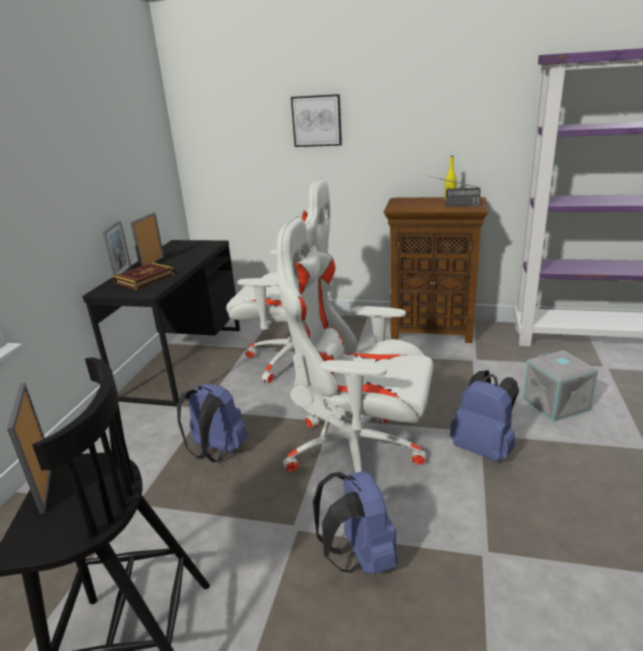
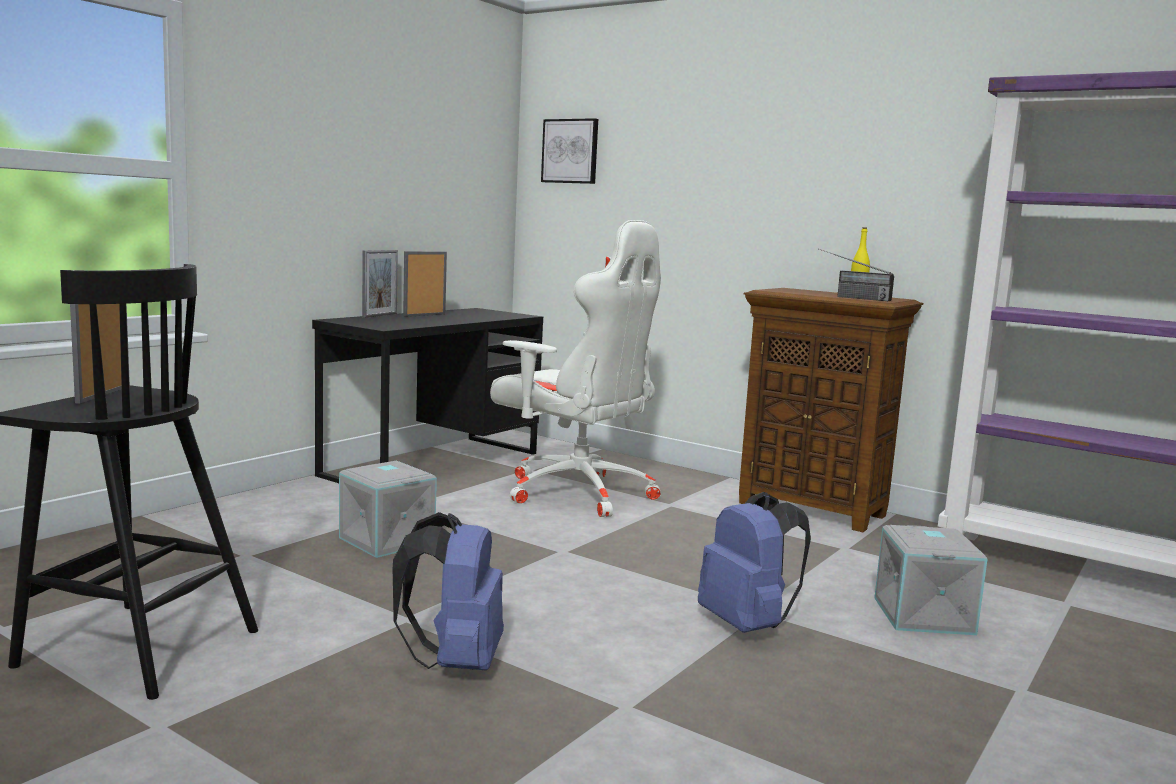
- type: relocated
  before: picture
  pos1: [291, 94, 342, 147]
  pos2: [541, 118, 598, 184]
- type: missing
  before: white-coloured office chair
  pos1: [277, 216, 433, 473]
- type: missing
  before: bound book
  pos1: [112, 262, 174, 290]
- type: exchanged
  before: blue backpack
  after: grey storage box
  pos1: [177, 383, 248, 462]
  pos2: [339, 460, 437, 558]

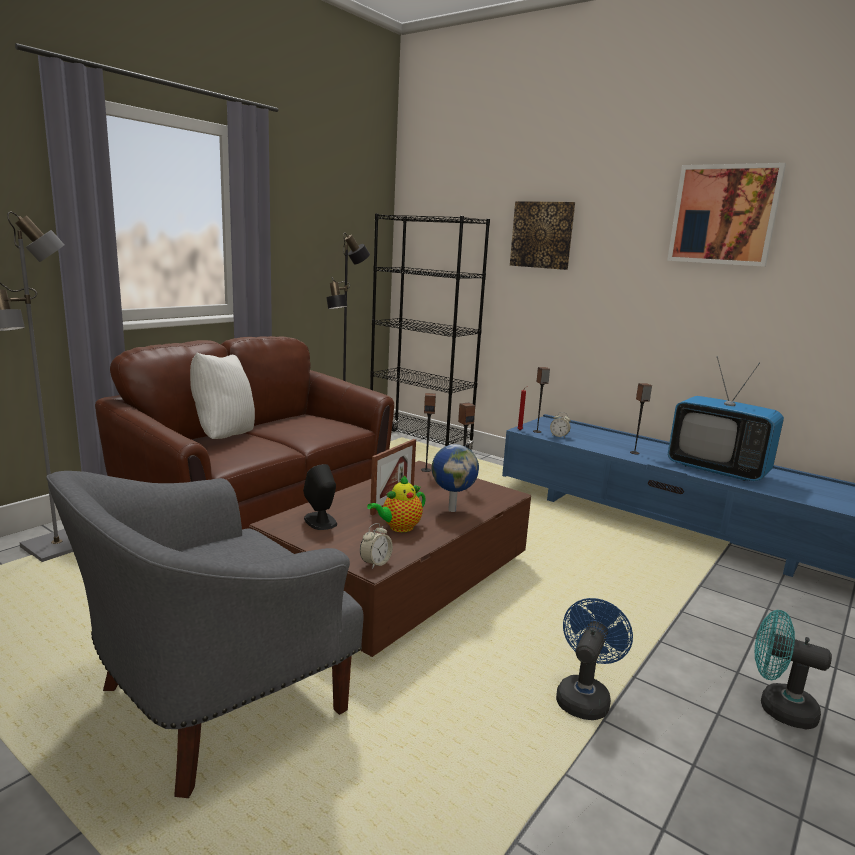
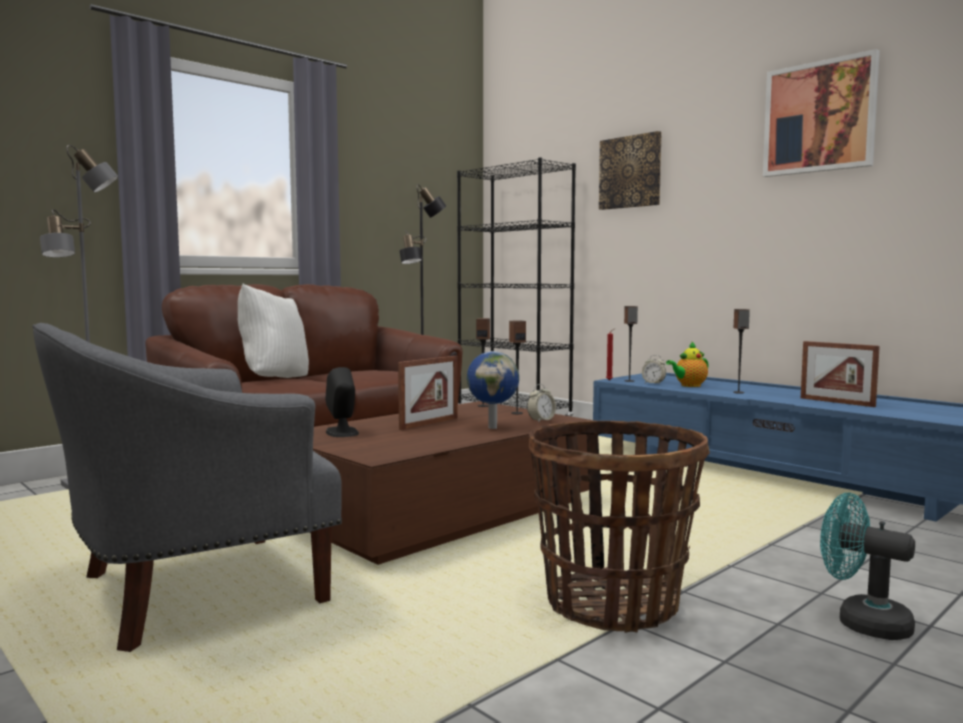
- type: exchanged
  before: TV
  after: photo frame
  pos1: [668, 356, 784, 481]
  pos2: [801, 341, 880, 407]
- type: relocated
  before: pot for tea
  pos1: [367, 475, 426, 532]
  pos2: [666, 342, 708, 387]
- type: relocated
  before: alarm clock
  pos1: [360, 523, 393, 569]
  pos2: [527, 384, 556, 423]
- type: exchanged
  before: blue electric fan
  after: basket
  pos1: [556, 598, 633, 720]
  pos2: [529, 421, 710, 633]

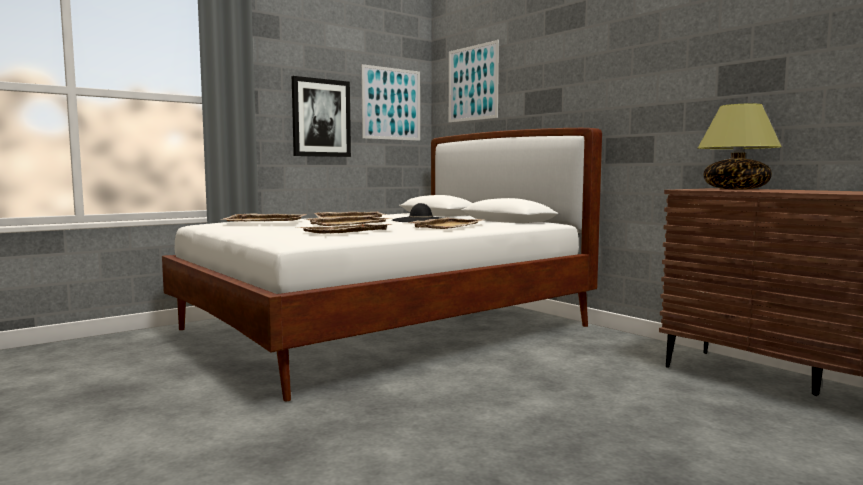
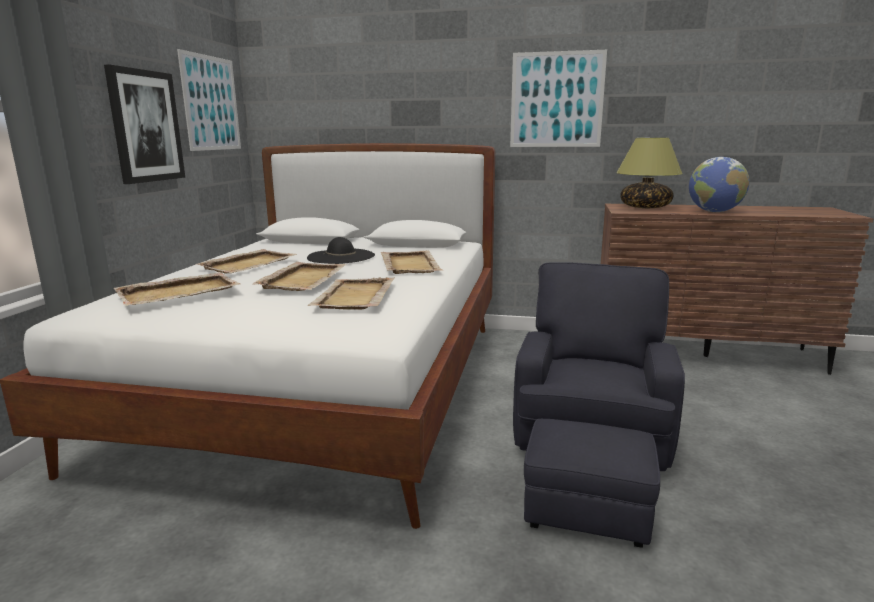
- type: relocated
  before: picture
  pos1: [449, 40, 499, 123]
  pos2: [510, 50, 607, 147]
- type: appeared
  after: desk globe
  pos2: [689, 157, 749, 212]
- type: appeared
  after: black lounge chair
  pos2: [513, 262, 685, 548]

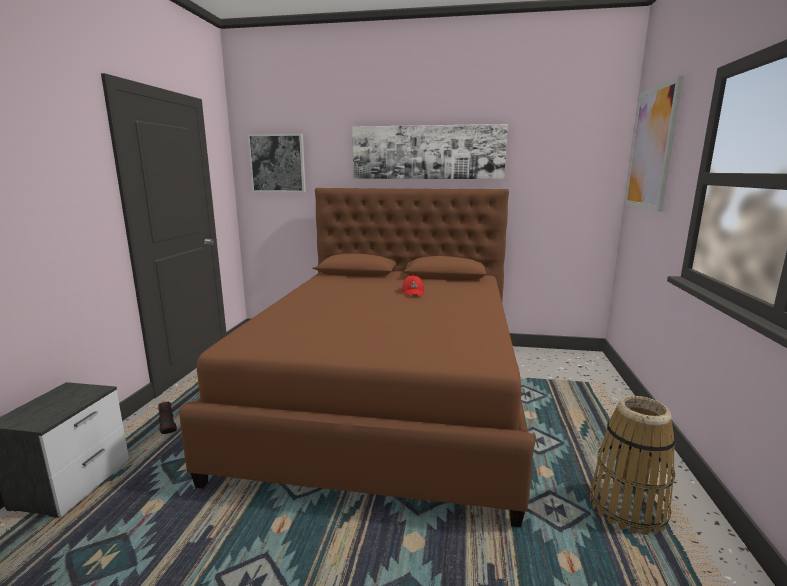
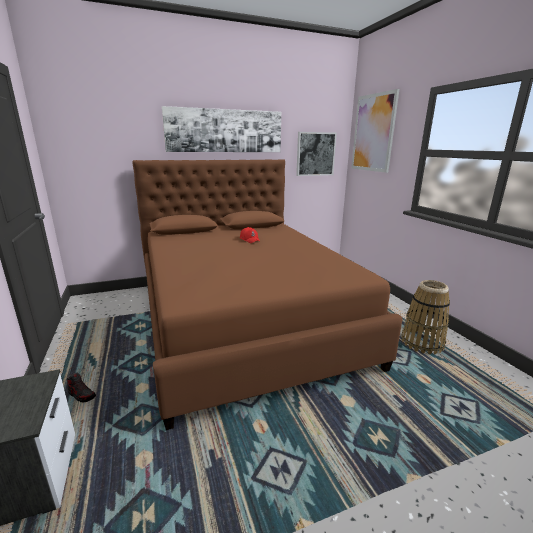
- type: relocated
  before: picture
  pos1: [247, 133, 306, 192]
  pos2: [296, 132, 337, 176]

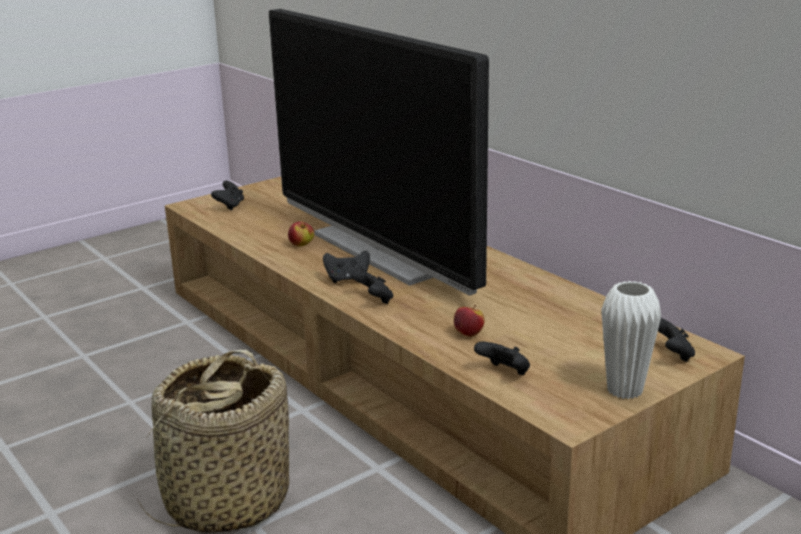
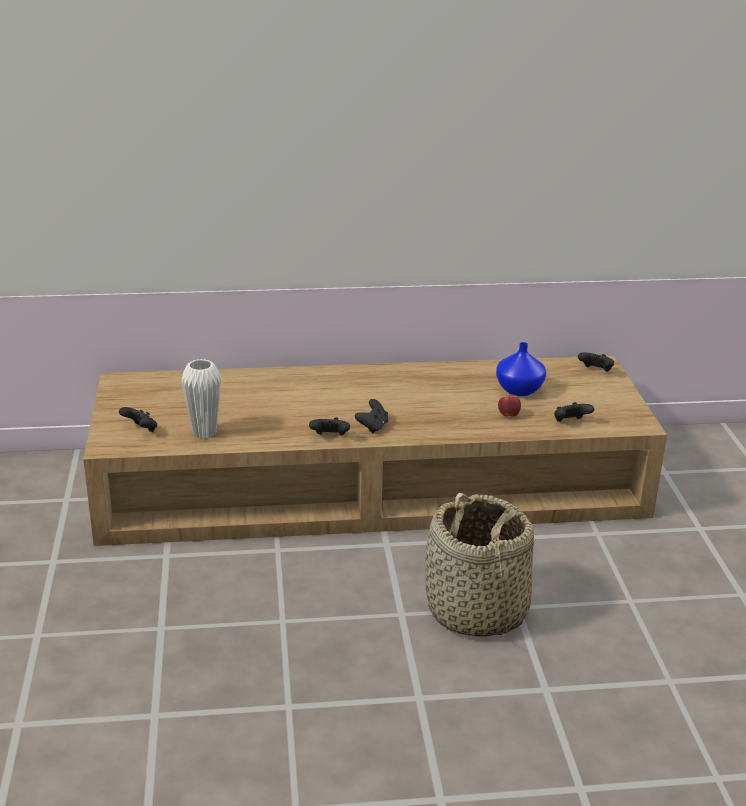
- type: missing
  before: TV
  pos1: [269, 9, 489, 295]
- type: missing
  before: whole apple
  pos1: [288, 221, 314, 247]
- type: relocated
  before: black joypad
  pos1: [351, 270, 393, 304]
  pos2: [309, 417, 350, 436]
- type: relocated
  before: white-coloured flower vase
  pos1: [601, 281, 661, 399]
  pos2: [181, 359, 221, 439]
- type: appeared
  after: blue flower vase
  pos2: [496, 342, 546, 396]

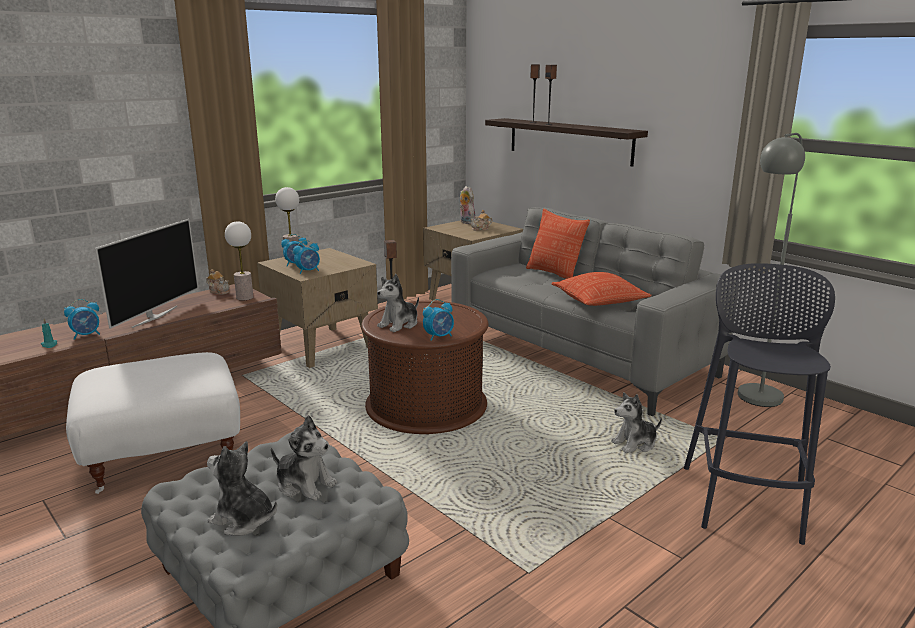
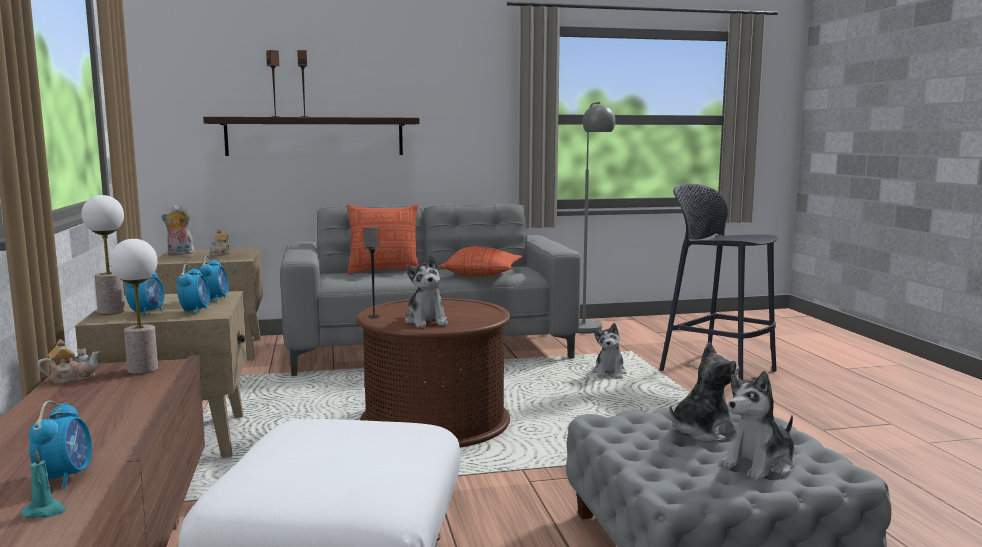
- type: missing
  before: TV
  pos1: [95, 219, 199, 329]
- type: relocated
  before: alarm clock
  pos1: [423, 299, 454, 341]
  pos2: [199, 255, 229, 303]

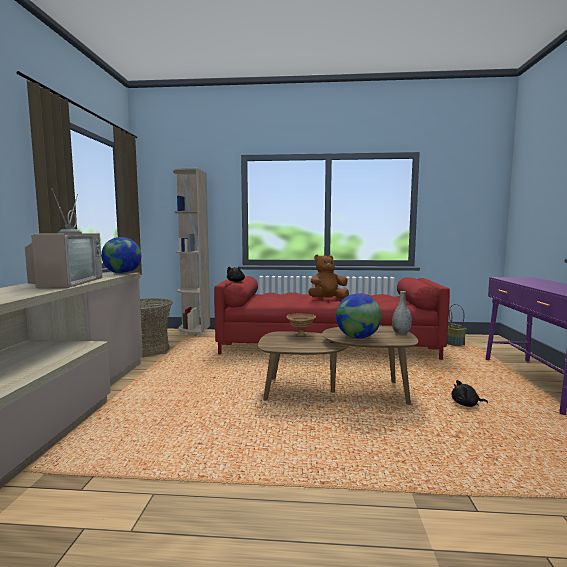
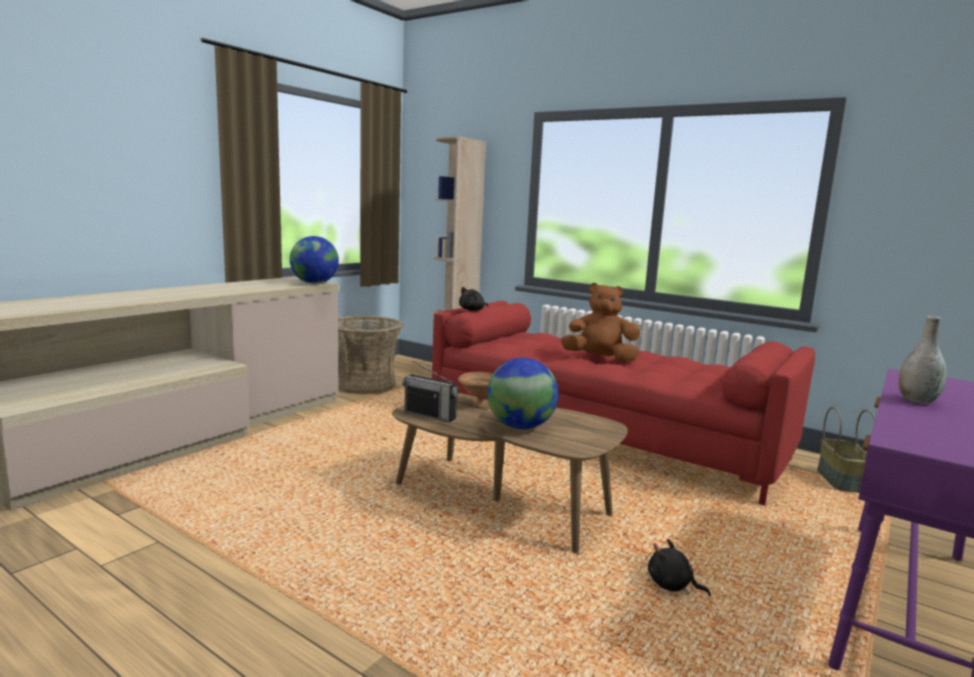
- type: missing
  before: TV
  pos1: [25, 188, 102, 288]
- type: relocated
  before: grey flower vase
  pos1: [392, 291, 412, 334]
  pos2: [898, 316, 946, 404]
- type: appeared
  after: radio receiver
  pos2: [402, 361, 459, 422]

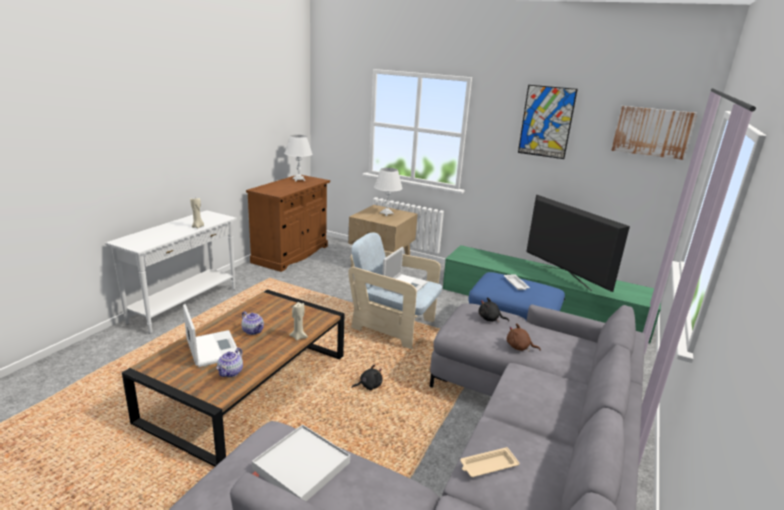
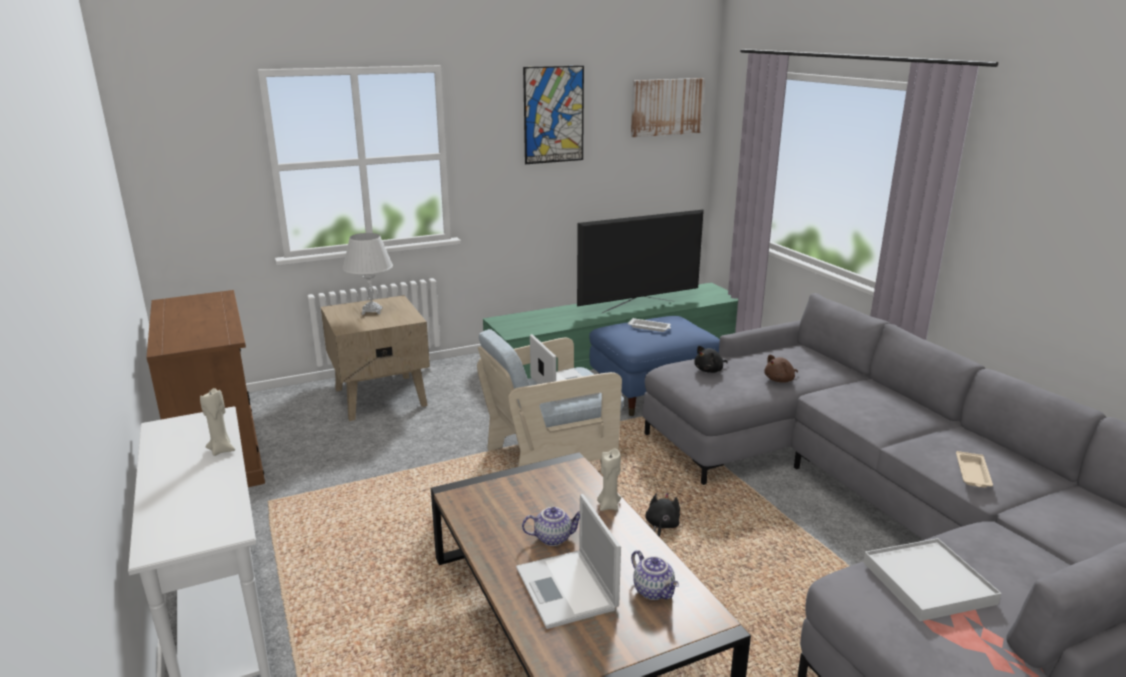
- type: missing
  before: white-coloured table lamp
  pos1: [284, 135, 312, 182]
- type: spun
  before: TV
  pos1: [526, 194, 630, 292]
  pos2: [577, 209, 704, 313]
  turn: 150
- type: spun
  before: laptop
  pos1: [183, 304, 240, 367]
  pos2: [516, 494, 621, 629]
  turn: -120

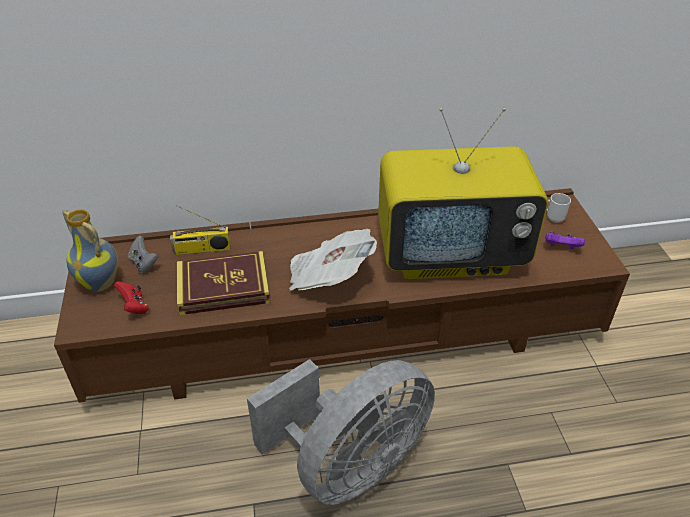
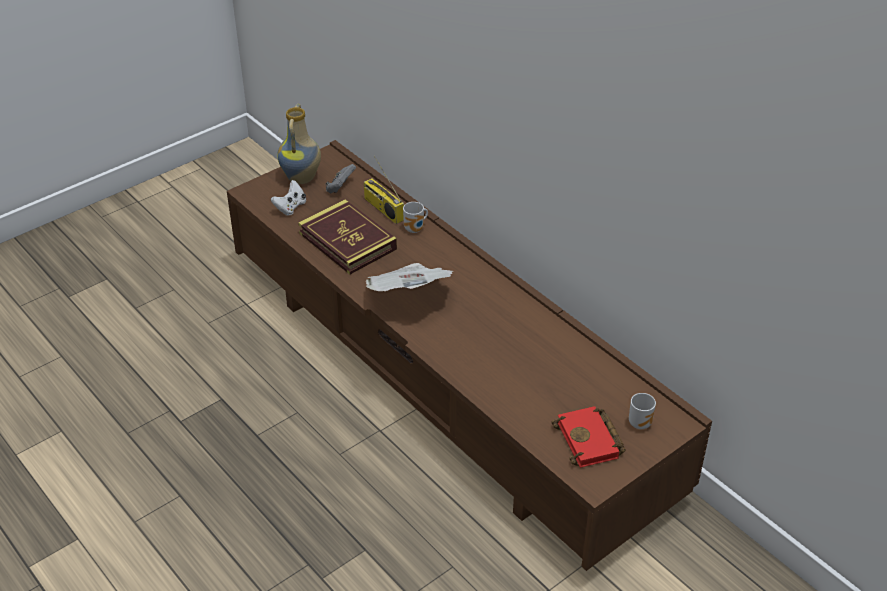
- type: missing
  before: TV
  pos1: [378, 108, 548, 279]
- type: exchanged
  before: purplish joypad
  after: reddish bound book
  pos1: [545, 231, 586, 249]
  pos2: [551, 406, 626, 468]
- type: colour
  before: reddish joypad
  after: white-coloured joypad
  pos1: [114, 281, 149, 314]
  pos2: [271, 180, 306, 216]
- type: missing
  before: grey electric fan
  pos1: [247, 359, 435, 505]
- type: appeared
  after: tea mug
  pos2: [403, 202, 428, 233]

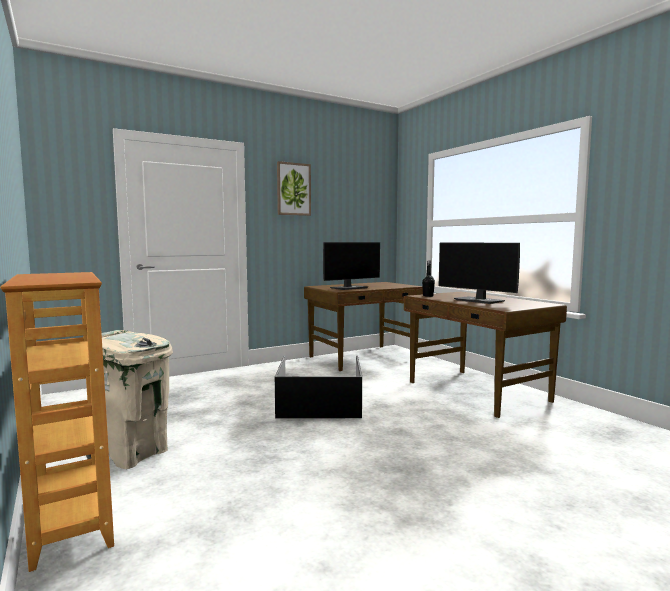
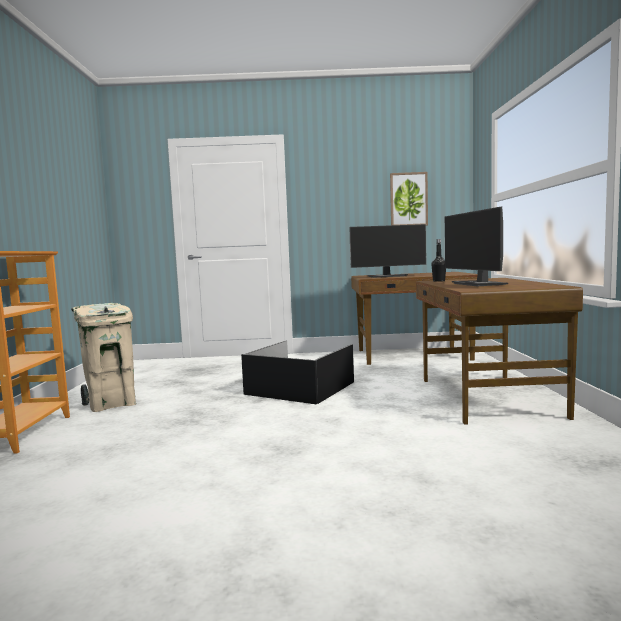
- type: relocated
  before: picture
  pos1: [277, 161, 311, 216]
  pos2: [390, 172, 428, 226]

